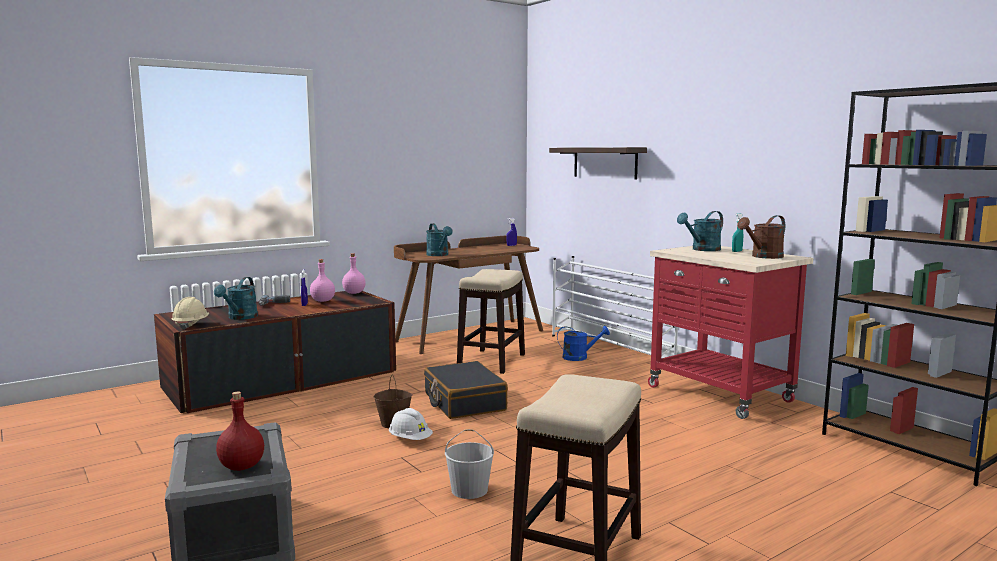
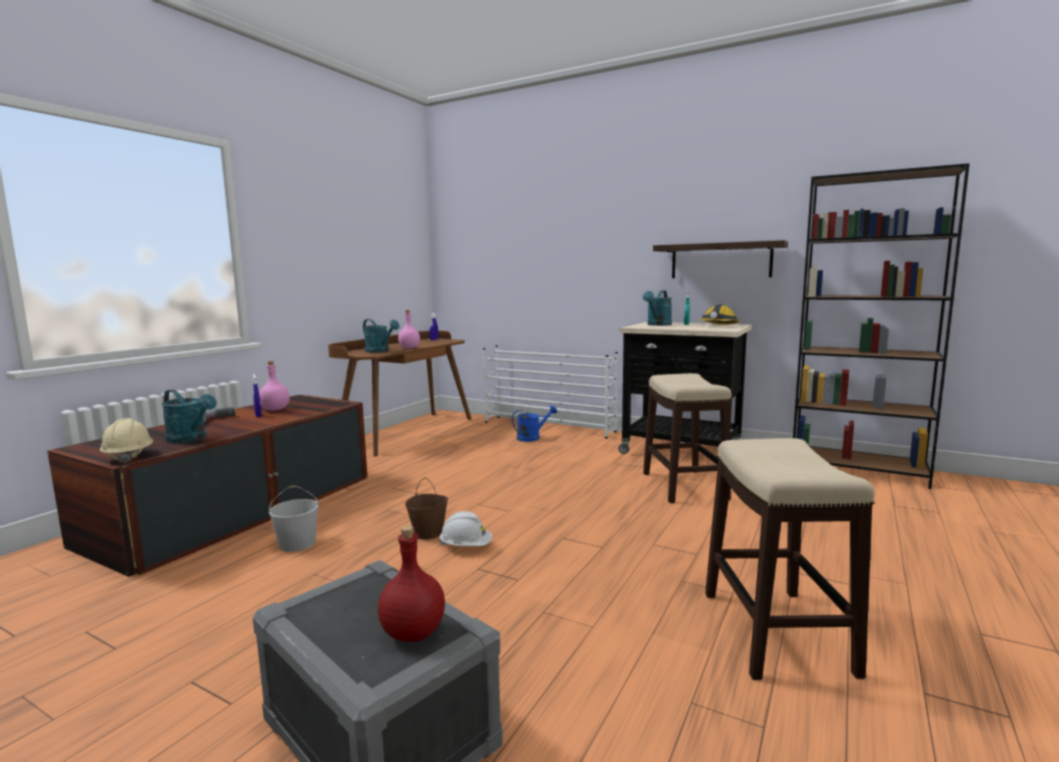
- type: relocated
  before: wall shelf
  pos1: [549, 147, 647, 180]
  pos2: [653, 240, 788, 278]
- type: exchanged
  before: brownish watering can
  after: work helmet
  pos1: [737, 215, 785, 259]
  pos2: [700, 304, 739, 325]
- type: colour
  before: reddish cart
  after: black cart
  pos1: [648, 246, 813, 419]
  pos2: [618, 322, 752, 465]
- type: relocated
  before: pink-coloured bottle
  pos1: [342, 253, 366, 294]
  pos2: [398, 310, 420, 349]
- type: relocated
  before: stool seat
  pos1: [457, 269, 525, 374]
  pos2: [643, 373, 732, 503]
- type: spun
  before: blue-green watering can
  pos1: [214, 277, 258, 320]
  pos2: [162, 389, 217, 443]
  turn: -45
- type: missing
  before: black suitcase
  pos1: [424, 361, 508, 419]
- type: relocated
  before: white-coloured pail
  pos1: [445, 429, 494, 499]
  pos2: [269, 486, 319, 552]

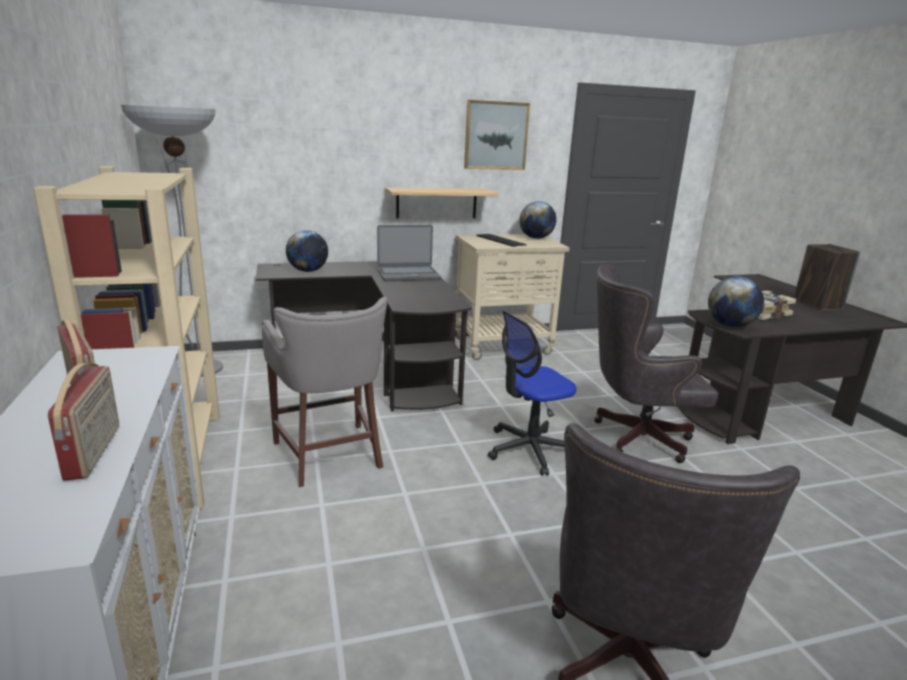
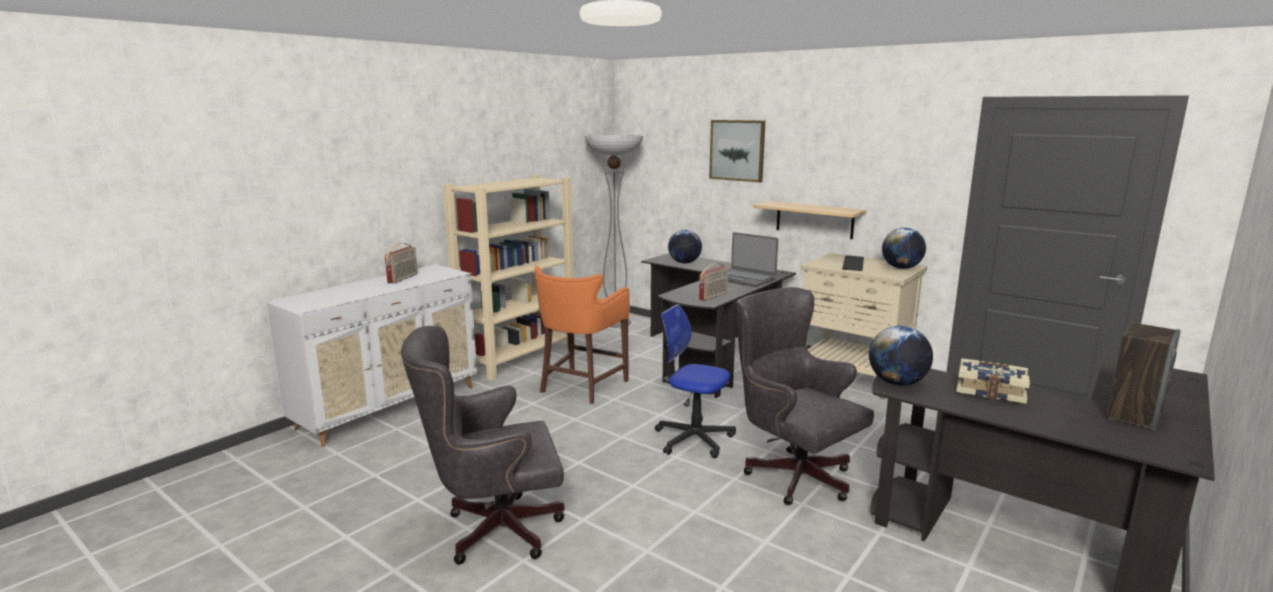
- type: relocated
  before: picture
  pos1: [464, 100, 530, 170]
  pos2: [709, 120, 765, 182]
- type: colour
  before: grey stool seat
  after: orangey stool seat
  pos1: [262, 297, 387, 487]
  pos2: [535, 266, 630, 404]
- type: relocated
  before: radio receiver
  pos1: [48, 363, 119, 480]
  pos2: [699, 263, 728, 301]

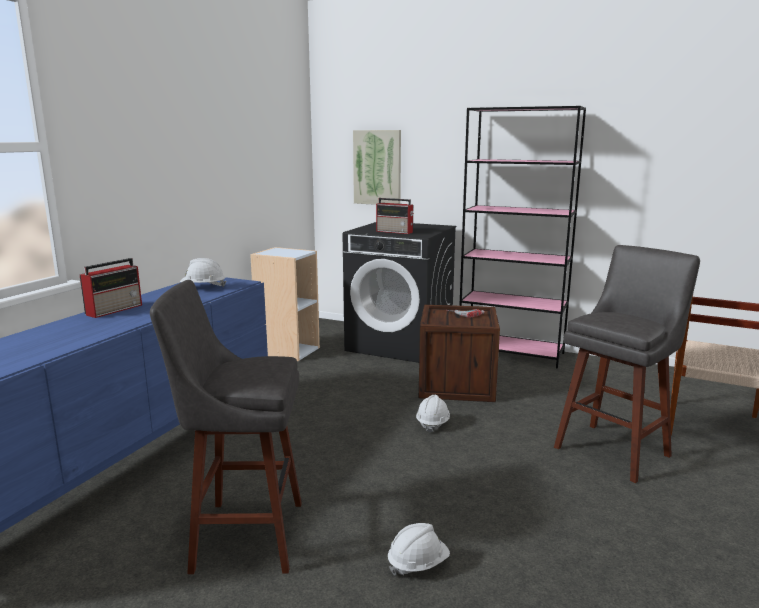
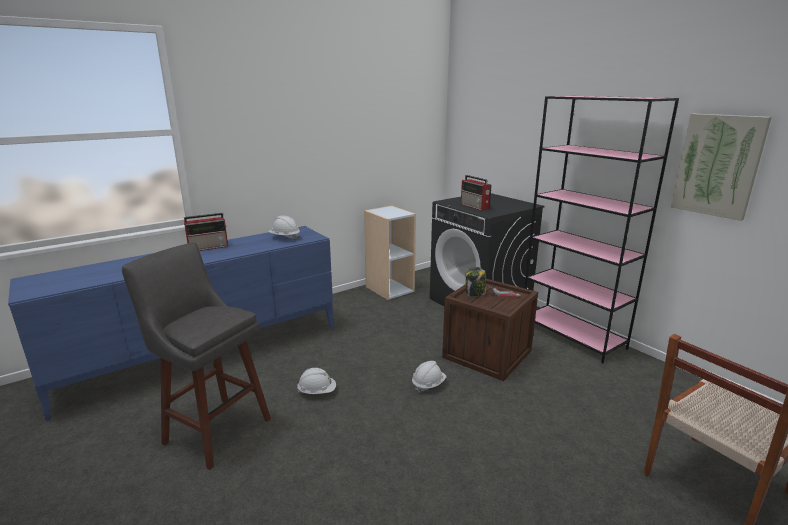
- type: relocated
  before: picture
  pos1: [353, 130, 401, 205]
  pos2: [671, 114, 772, 221]
- type: missing
  before: grey stool seat
  pos1: [554, 245, 700, 483]
- type: relocated
  before: white-coloured work helmet
  pos1: [388, 523, 450, 576]
  pos2: [297, 368, 336, 394]
- type: appeared
  after: preserve jar
  pos2: [466, 267, 486, 297]

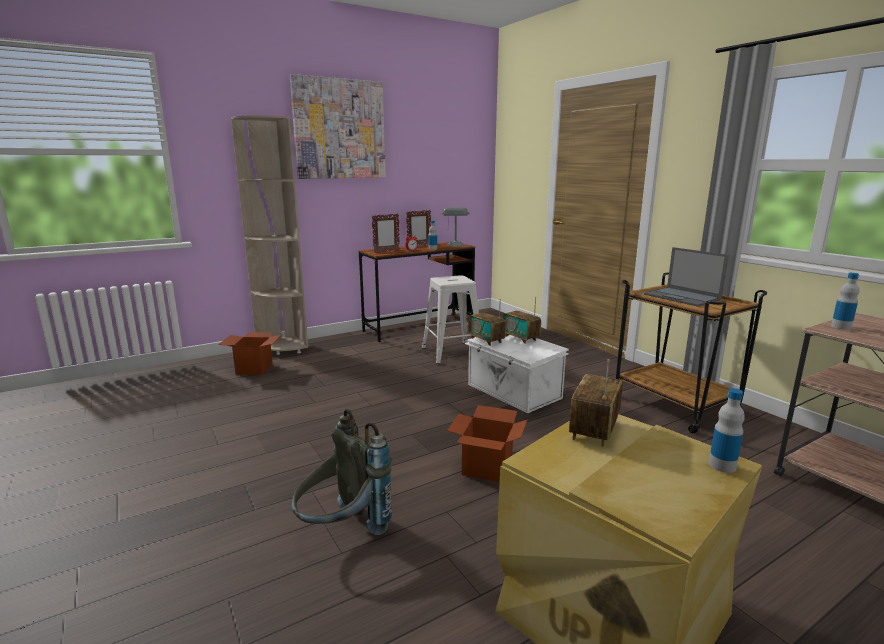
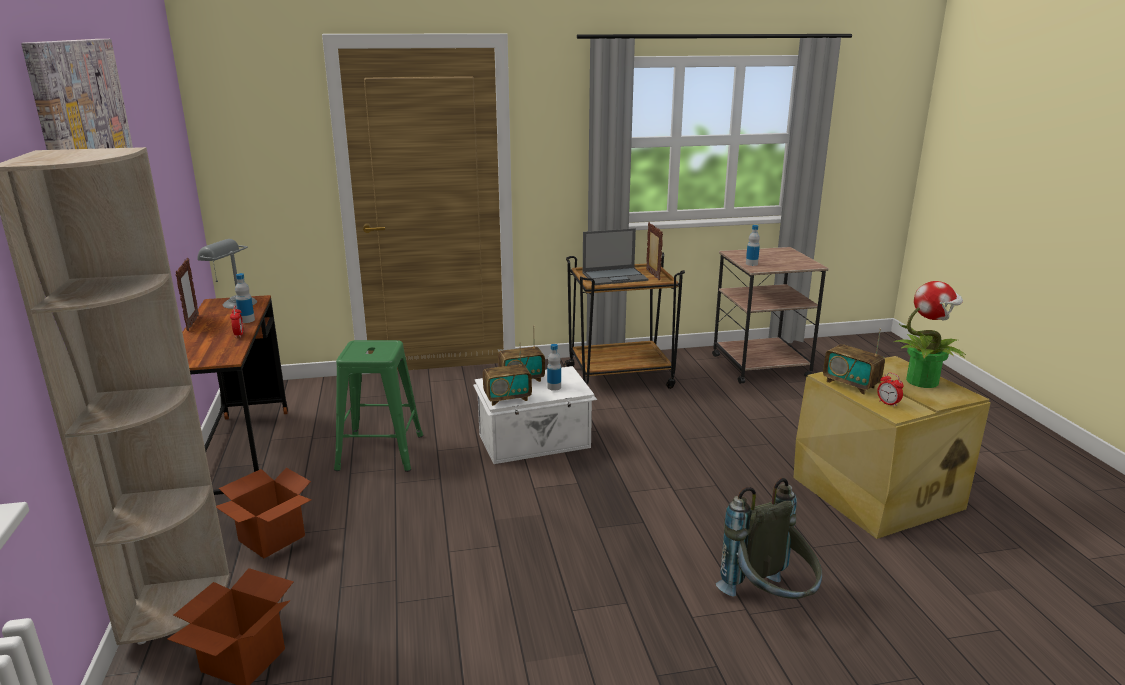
- type: relocated
  before: photo frame
  pos1: [372, 213, 400, 252]
  pos2: [646, 222, 663, 280]
- type: colour
  before: white-coloured stool seat
  after: greenish stool seat
  pos1: [422, 275, 479, 364]
  pos2: [334, 340, 423, 472]
- type: relocated
  before: bottle
  pos1: [709, 388, 745, 473]
  pos2: [547, 344, 561, 391]
- type: relocated
  before: packing box
  pos1: [447, 405, 528, 482]
  pos2: [216, 468, 311, 558]
- type: appeared
  after: plant in a pot
  pos2: [894, 281, 966, 388]
- type: appeared
  after: alarm clock
  pos2: [877, 373, 904, 407]

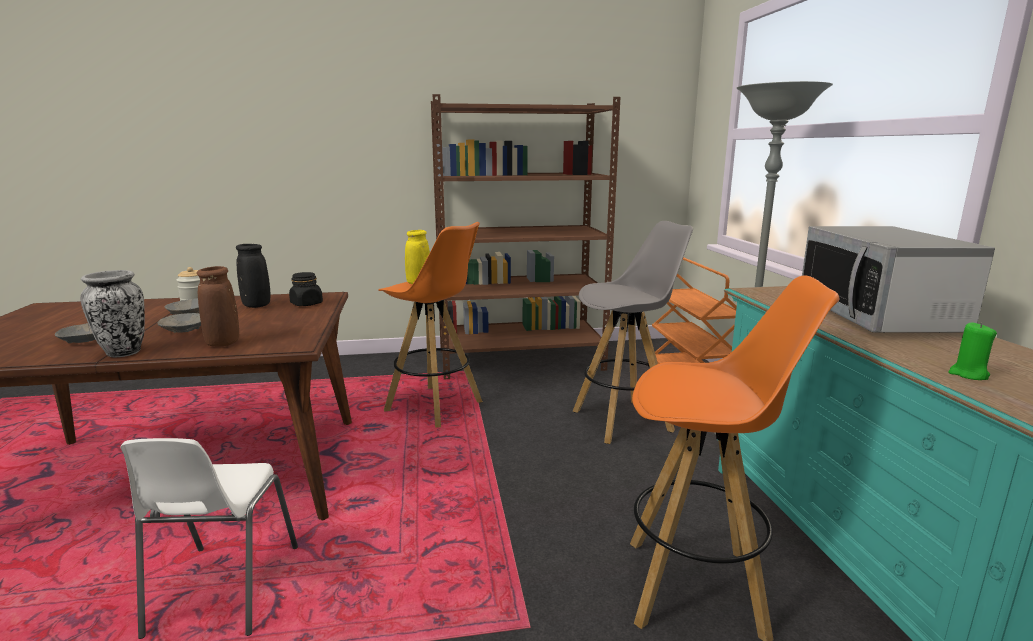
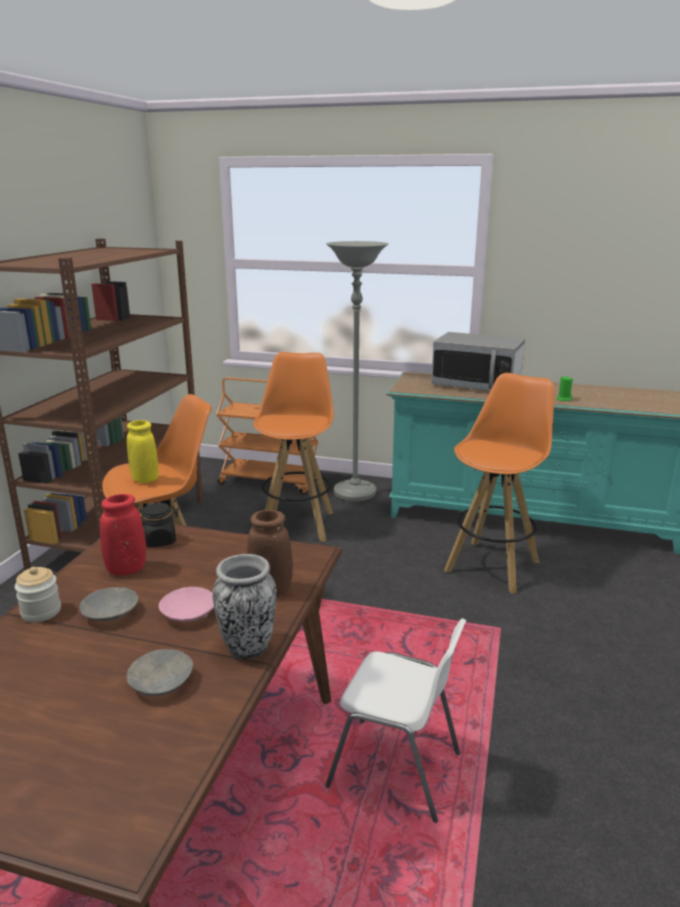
- type: colour
  before: grey stool seat
  after: orangey stool seat
  pos1: [573, 221, 693, 444]
  pos2: [253, 352, 334, 542]
- type: colour
  before: black flower vase
  after: reddish flower vase
  pos1: [236, 244, 270, 308]
  pos2: [100, 494, 146, 576]
- type: colour
  before: grey bowl
  after: pink-coloured bowl
  pos1: [157, 313, 201, 333]
  pos2: [159, 587, 214, 622]

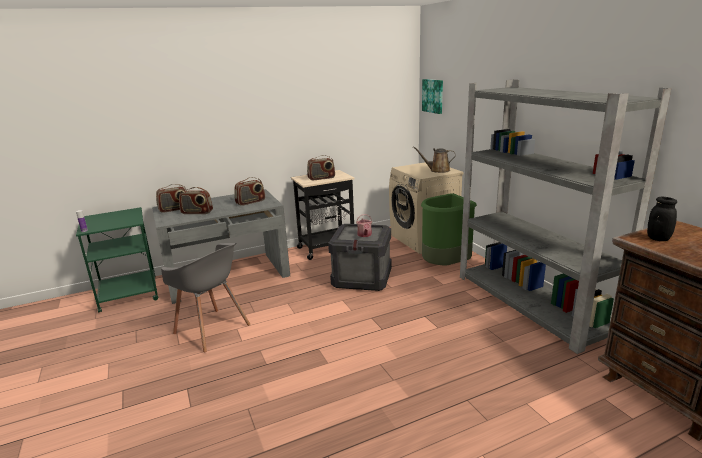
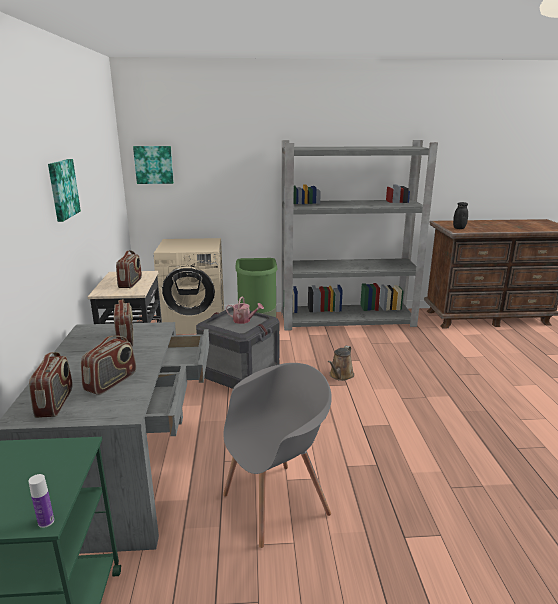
- type: relocated
  before: brownish watering can
  pos1: [413, 146, 456, 173]
  pos2: [328, 346, 354, 381]
- type: appeared
  after: picture
  pos2: [48, 159, 81, 222]

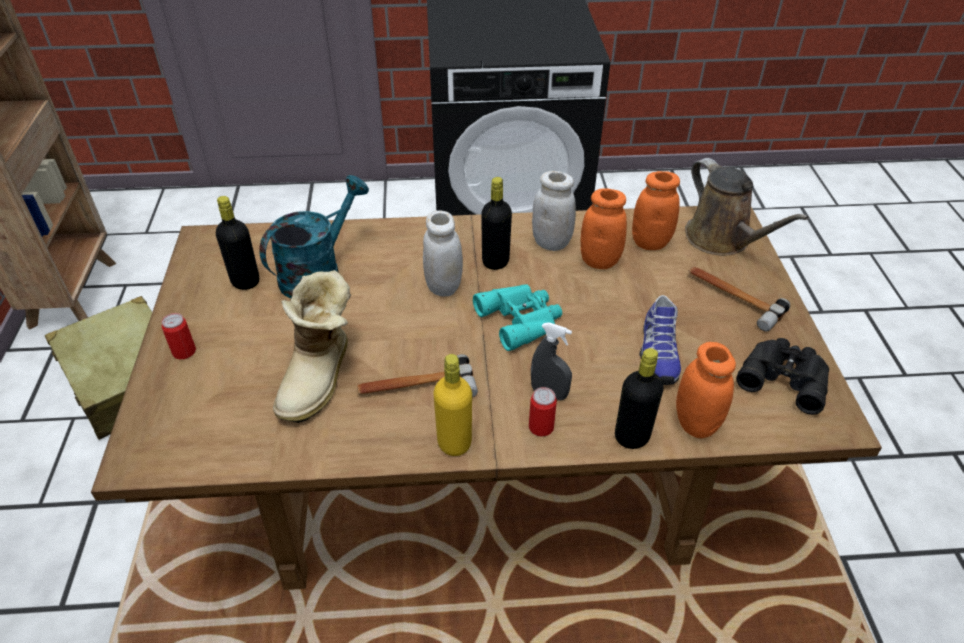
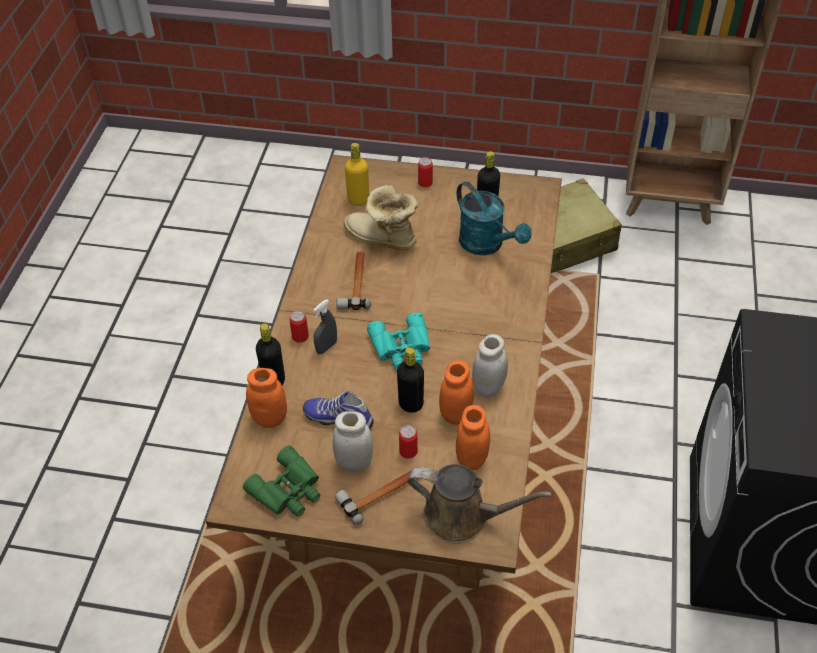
- type: spun
  before: brownish watering can
  pos1: [685, 158, 809, 256]
  pos2: [407, 464, 552, 544]
  turn: -150
- type: relocated
  before: black bottle
  pos1: [481, 177, 512, 270]
  pos2: [397, 347, 424, 413]
- type: relocated
  before: white-coloured preserve jar
  pos1: [423, 210, 463, 296]
  pos2: [333, 411, 373, 472]
- type: colour
  before: black binoculars
  after: greenish binoculars
  pos1: [736, 338, 829, 415]
  pos2: [243, 446, 320, 517]
- type: relocated
  before: yellowish bottle
  pos1: [434, 354, 472, 456]
  pos2: [345, 143, 369, 206]
- type: appeared
  after: metal can
  pos2: [399, 425, 418, 459]

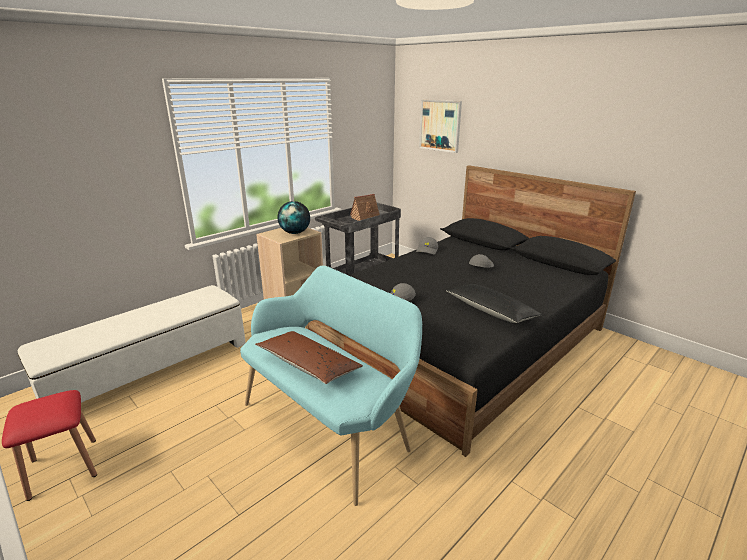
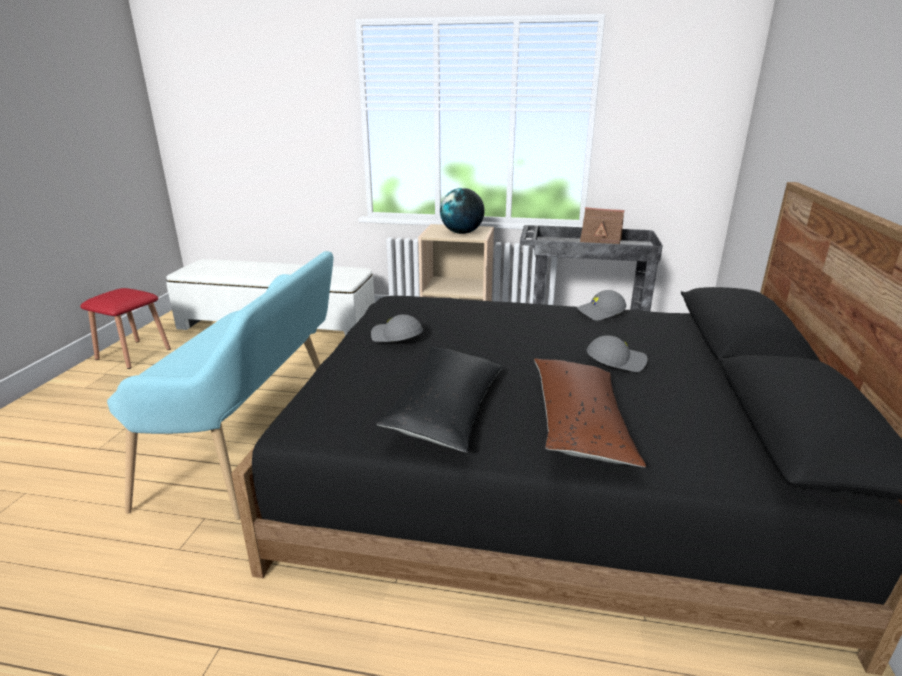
- type: missing
  before: picture
  pos1: [419, 100, 462, 153]
- type: relocated
  before: brownish throw pillow
  pos1: [255, 331, 363, 384]
  pos2: [534, 358, 646, 467]

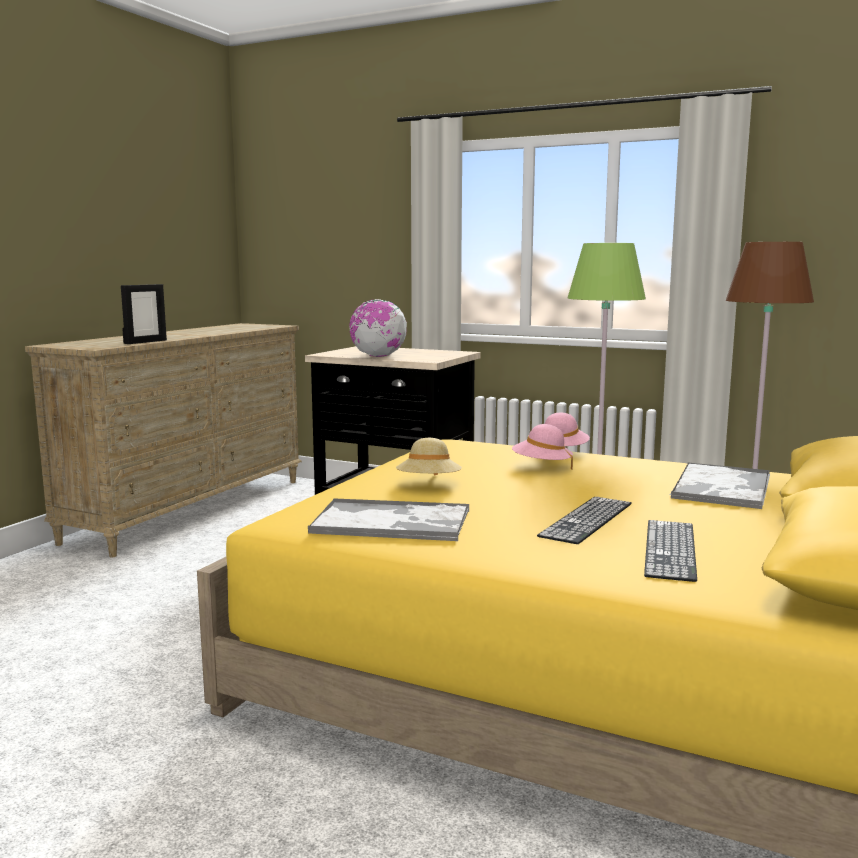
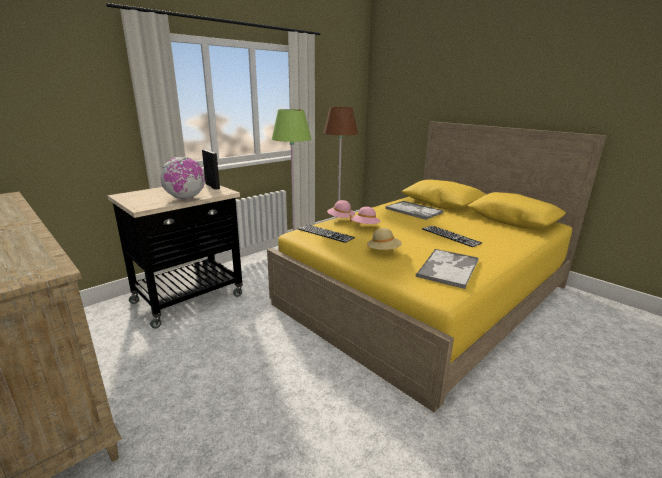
- type: relocated
  before: photo frame
  pos1: [121, 284, 167, 344]
  pos2: [202, 149, 220, 190]
- type: relocated
  before: keyboard
  pos1: [644, 520, 697, 582]
  pos2: [298, 225, 355, 243]

